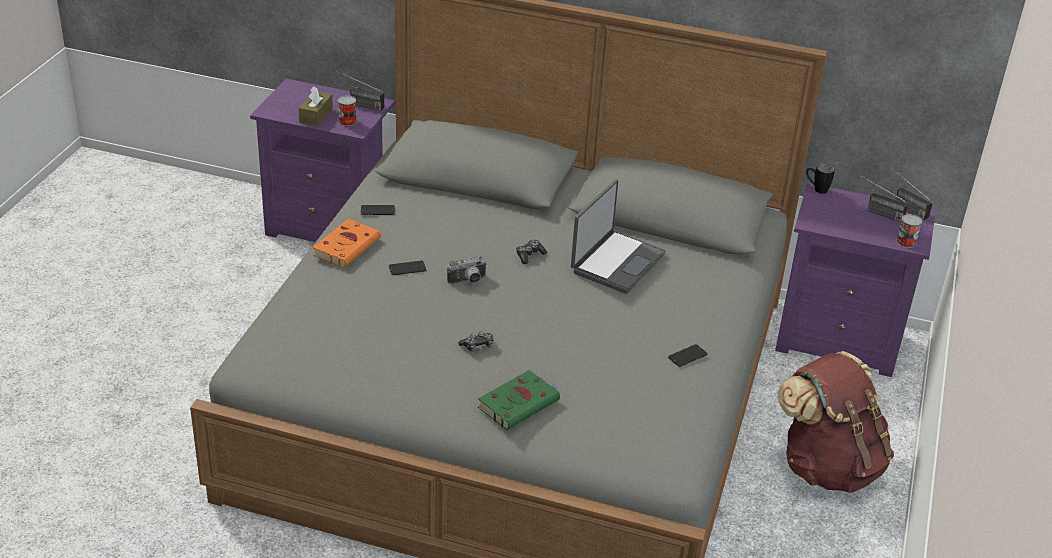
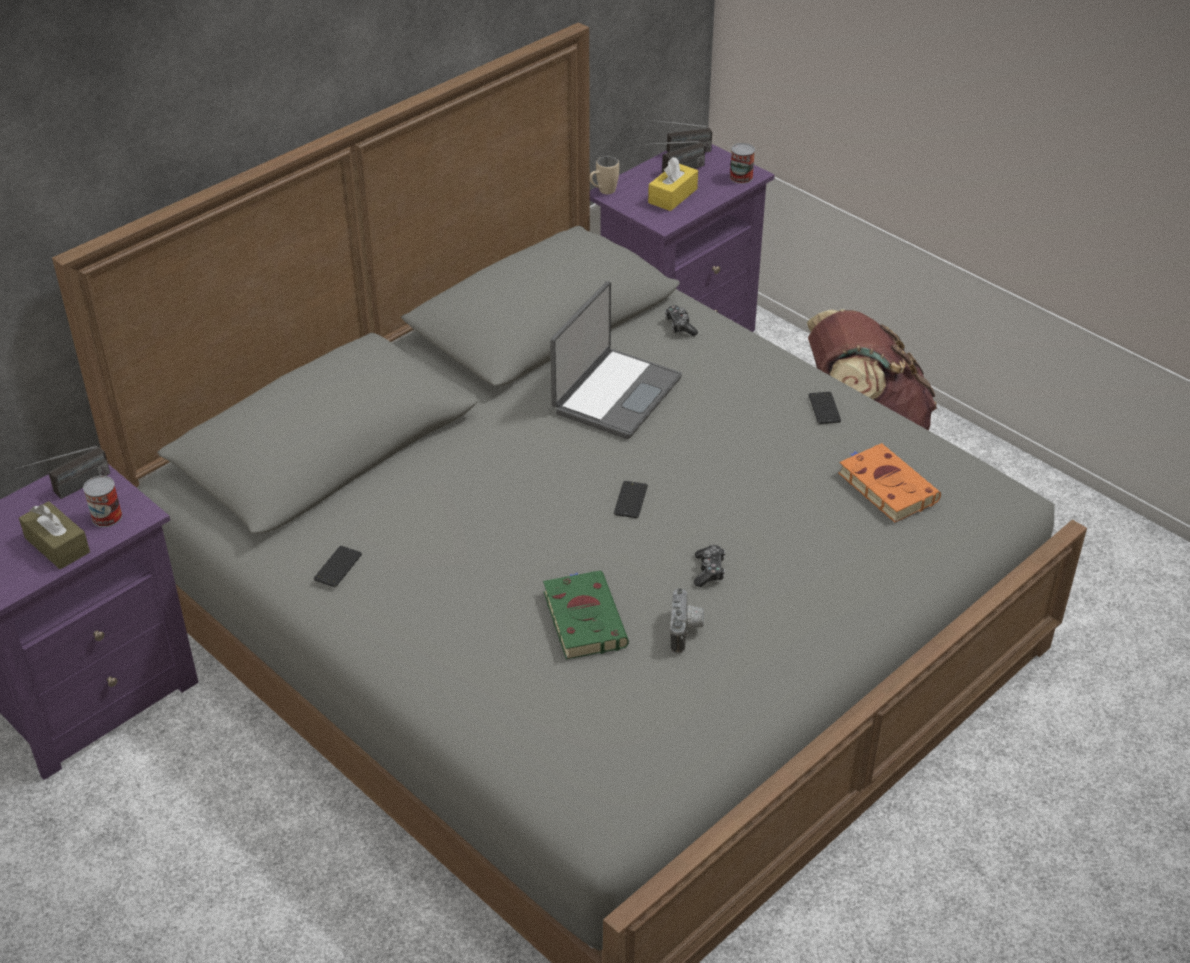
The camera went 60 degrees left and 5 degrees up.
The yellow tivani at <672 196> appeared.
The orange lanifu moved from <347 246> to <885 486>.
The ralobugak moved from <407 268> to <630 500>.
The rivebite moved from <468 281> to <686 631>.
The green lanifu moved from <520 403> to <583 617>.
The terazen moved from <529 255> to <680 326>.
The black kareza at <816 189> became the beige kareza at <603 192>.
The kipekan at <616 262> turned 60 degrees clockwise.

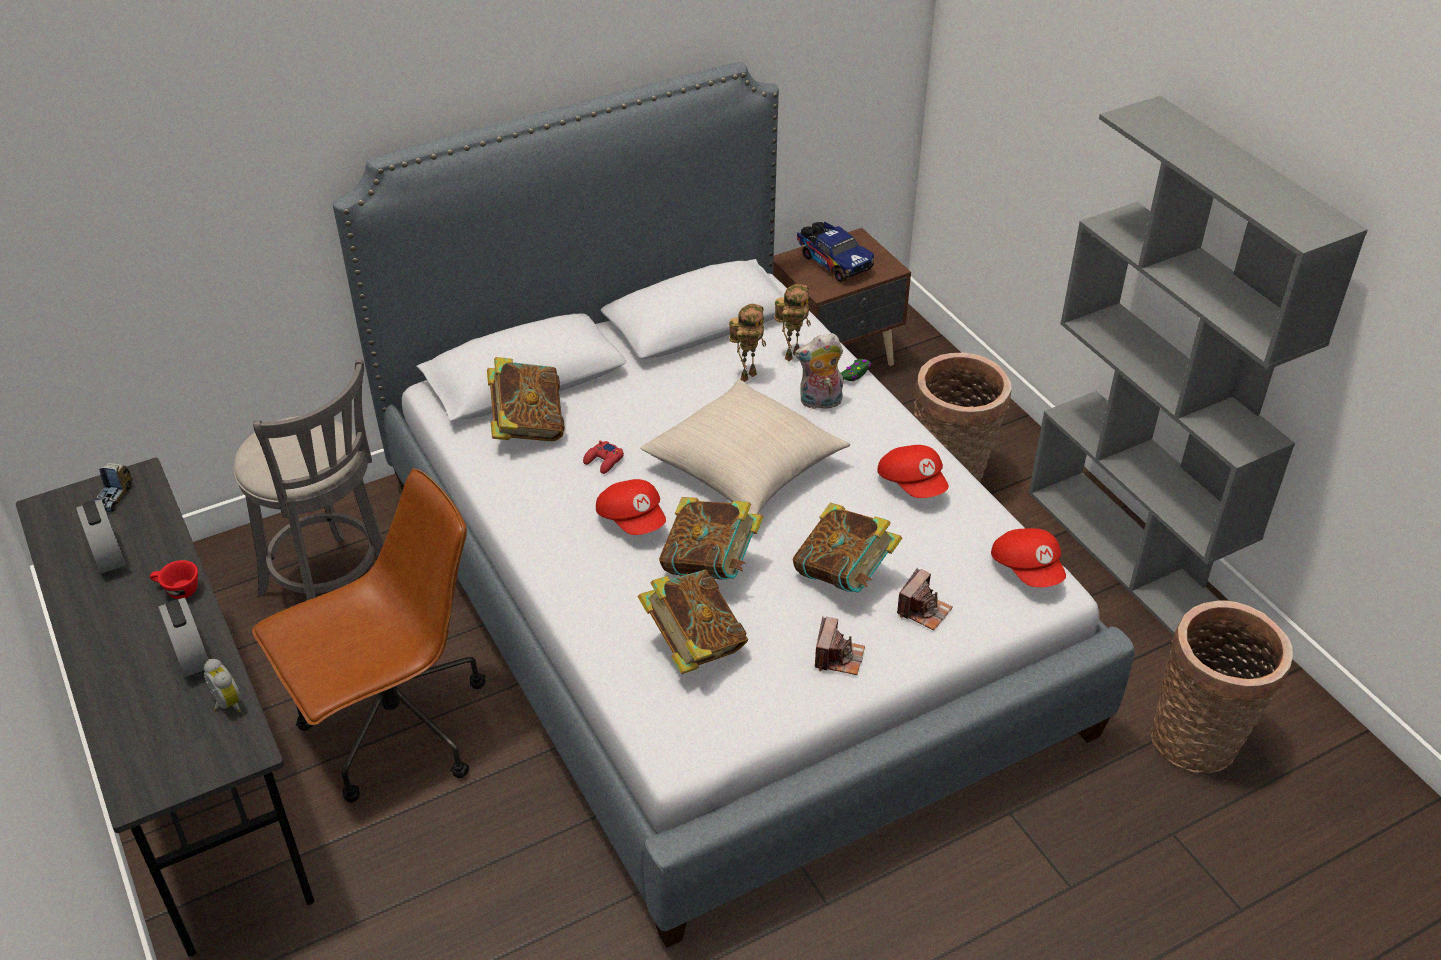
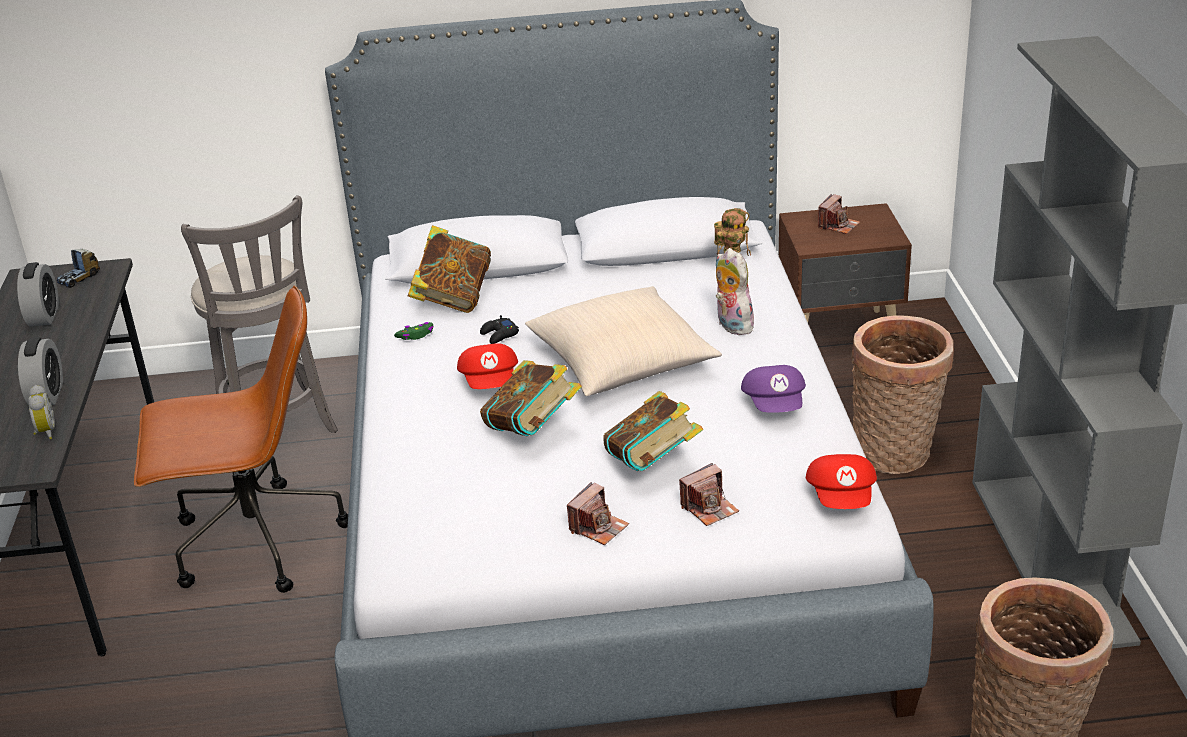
The camera went 25 degrees right and 10 degrees down.
The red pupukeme at <177 590> disappeared.
The lanifu at <693 645> disappeared.
The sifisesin at <747 375> disappeared.
The green terazen moved from <854 374> to <416 335>.
The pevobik at <833 261> was replaced by the rivebite at <838 225>.
The red terazen at <604 461> became the black terazen at <499 335>.
The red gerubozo at <913 484> became the purple gerubozo at <775 405>.
The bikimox at <820 402> turned 45 degrees clockwise.

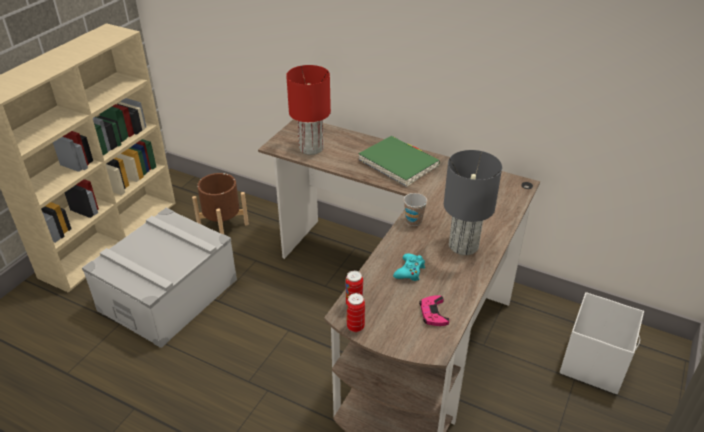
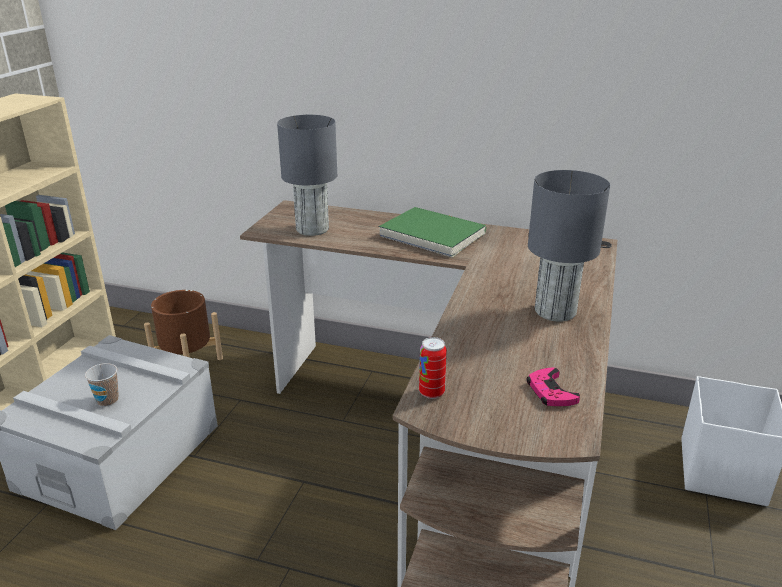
The camera went 10 degrees left and 10 degrees down.
The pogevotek at <355 327> disappeared.
The turquoise terazen at <410 271> disappeared.
The pupukeme moved from <413 221> to <107 400>.
The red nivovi at <311 148> became the grey nivovi at <312 229>.

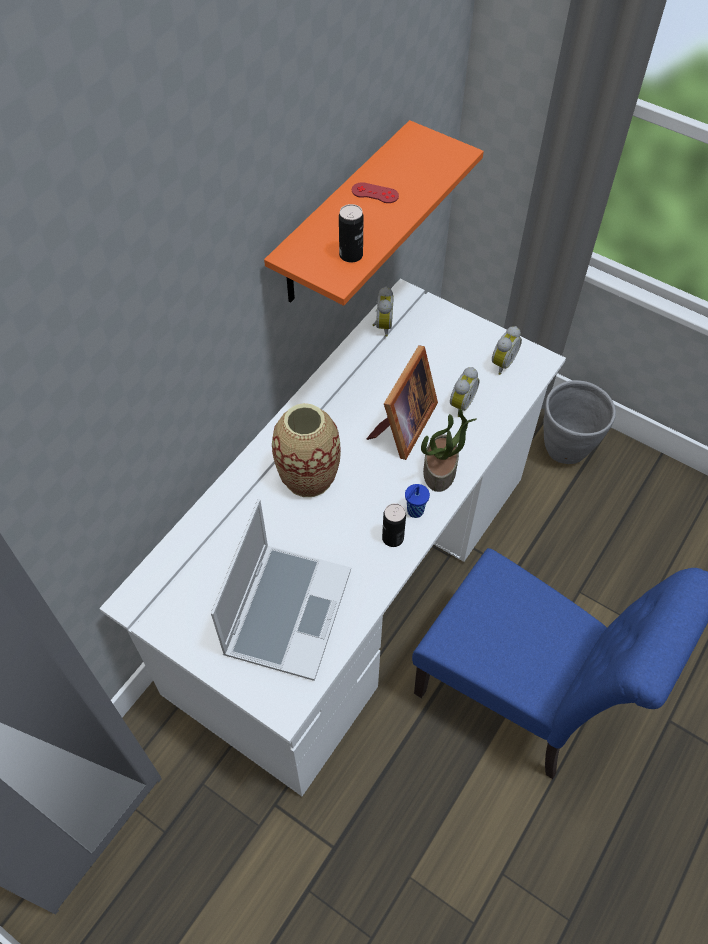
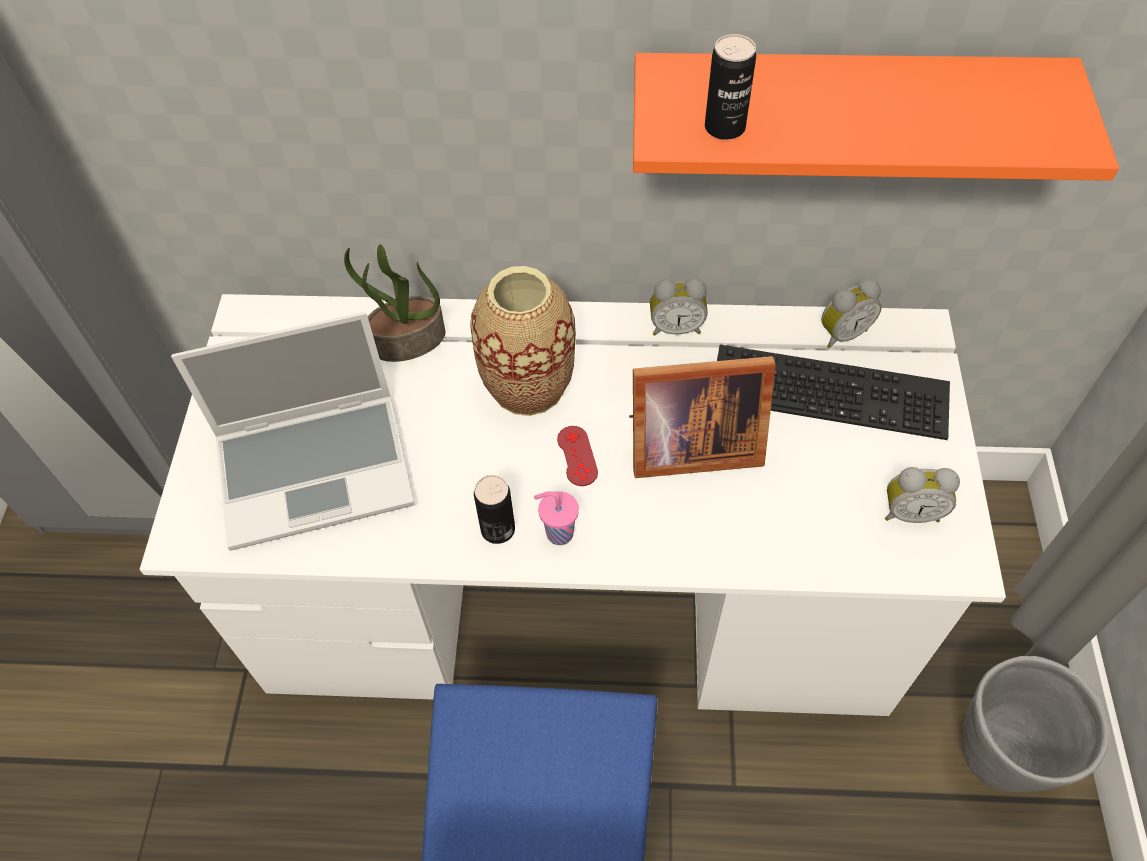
The camera went 60 degrees right and 0 degrees up.
The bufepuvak at <832 388> appeared.
The red terazen moved from <375 193> to <577 456>.
The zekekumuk moved from <440 471> to <407 342>.
The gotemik moved from <460 404> to <676 327>.
The blue pupukeme at <414 511> became the pink pupukeme at <558 533>.

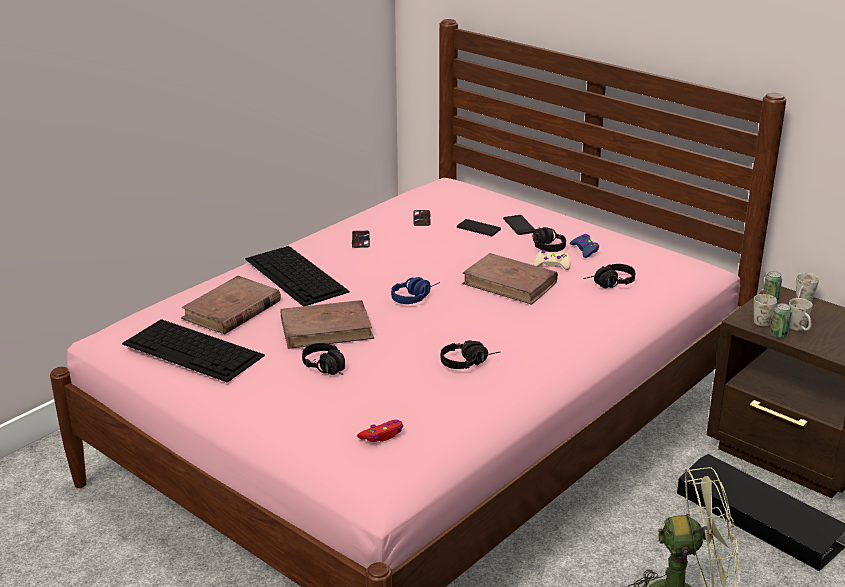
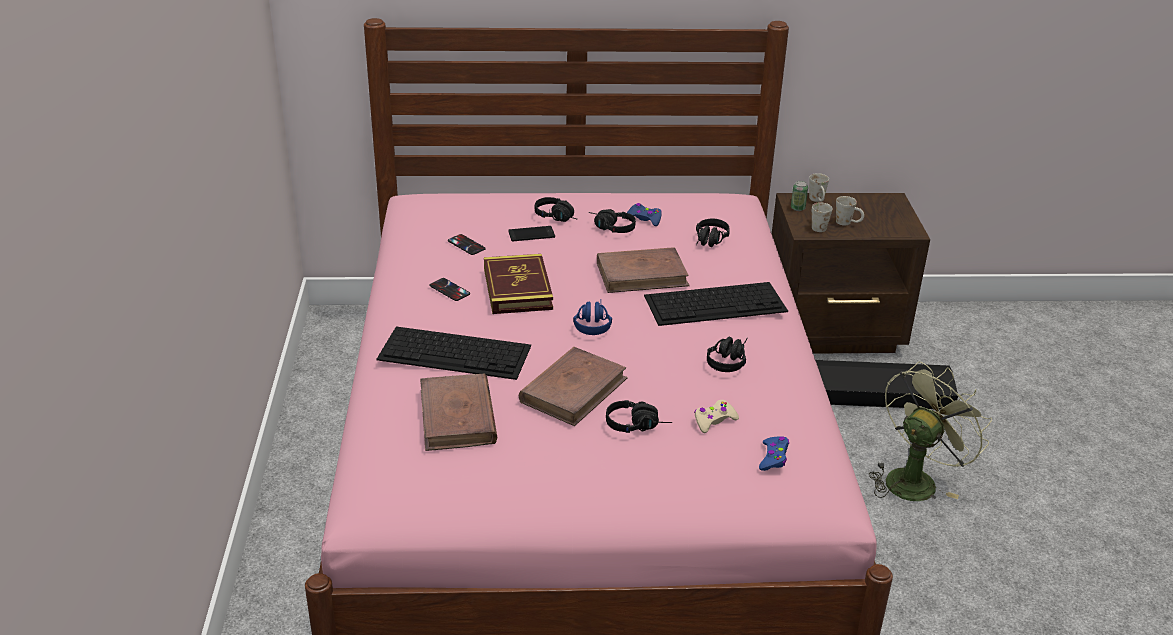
The camera went 45 degrees left and 5 degrees up.
The pogevotek at <779 334> disappeared.
The lanifu at <517 289> appeared.
The bufepuvak moved from <194 350> to <716 303>.
The beige terazen moved from <552 265> to <714 421>.
The ralobugak at <519 225> was replaced by the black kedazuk at <558 217>.
The red terazen at <382 435> became the blue terazen at <773 458>.

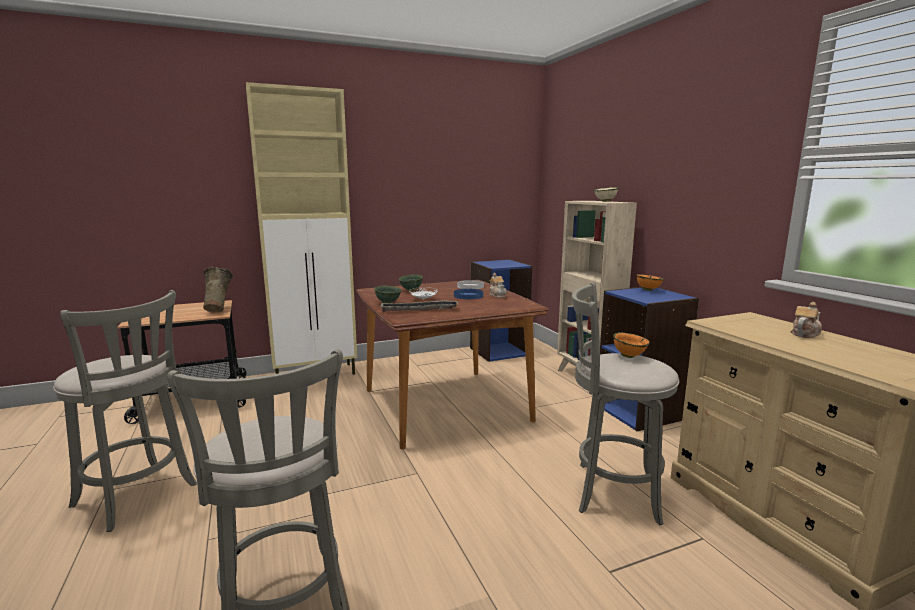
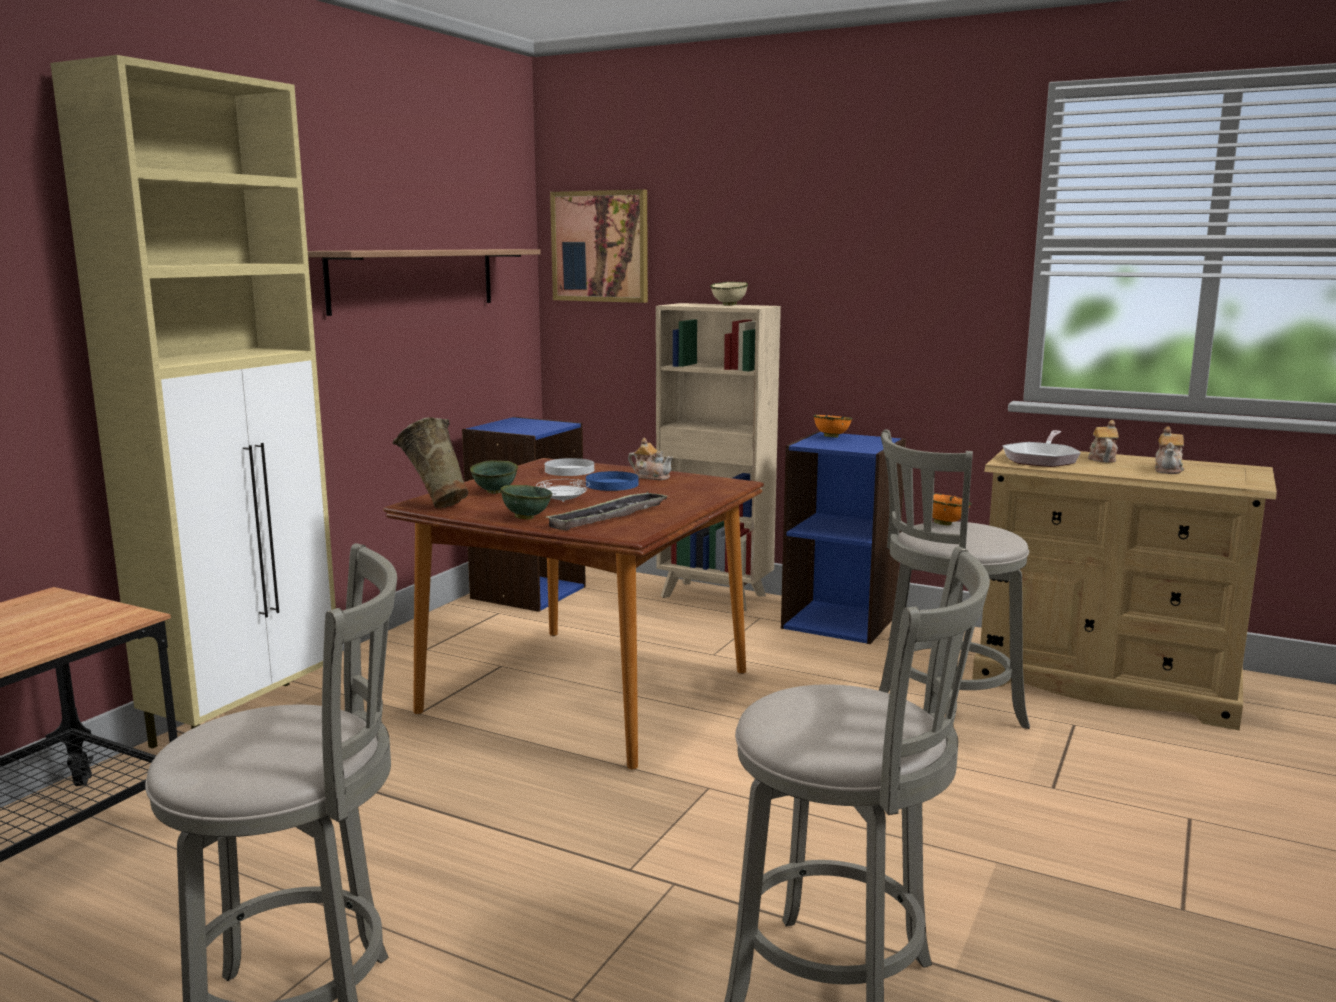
The camera went 40 degrees left and 0 degrees up.
The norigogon at <414 279> appeared.
The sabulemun at <600 246> appeared.
The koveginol at <1041 459> appeared.
The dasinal at <1168 470> appeared.
The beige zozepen moved from <219 310> to <434 505>.

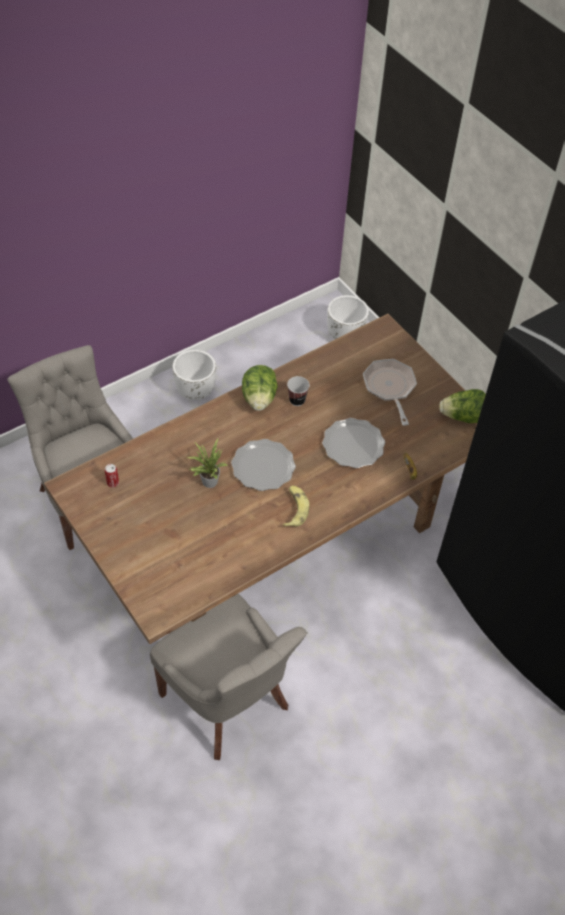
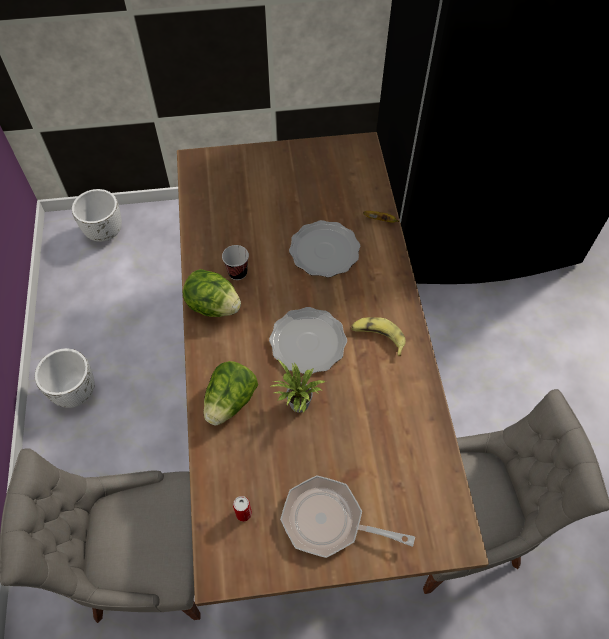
The camera went 60 degrees left and 5 degrees up.
The koveginol moved from <390 388> to <329 521>.
The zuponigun moved from <463 417> to <230 402>.

